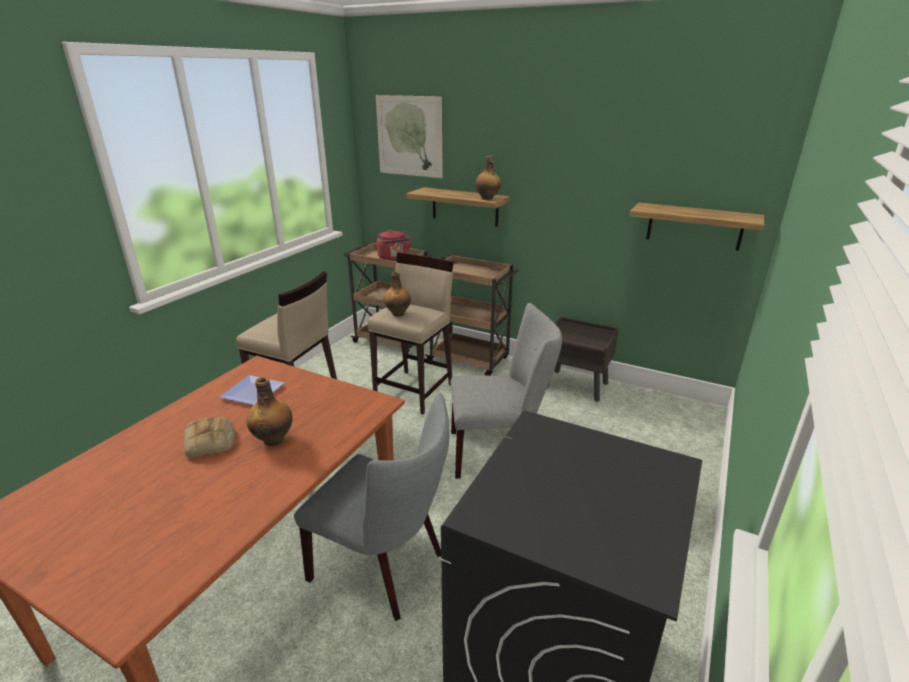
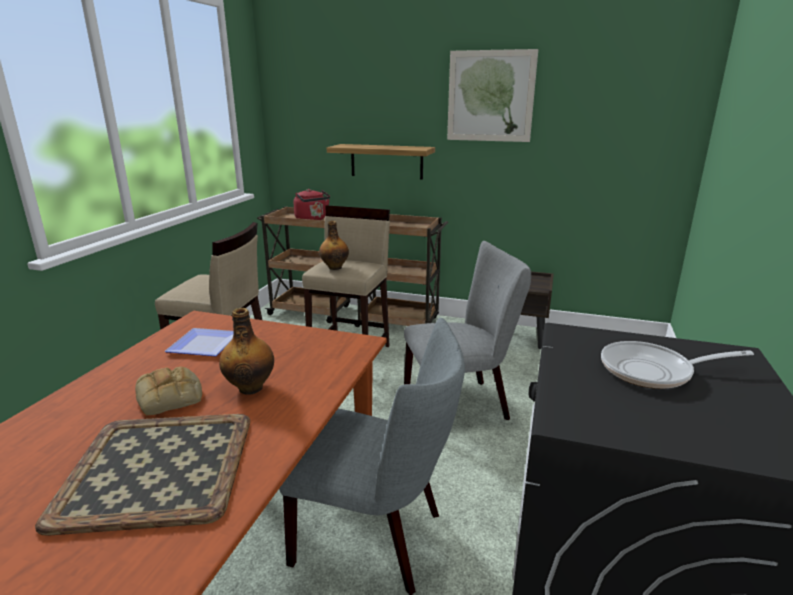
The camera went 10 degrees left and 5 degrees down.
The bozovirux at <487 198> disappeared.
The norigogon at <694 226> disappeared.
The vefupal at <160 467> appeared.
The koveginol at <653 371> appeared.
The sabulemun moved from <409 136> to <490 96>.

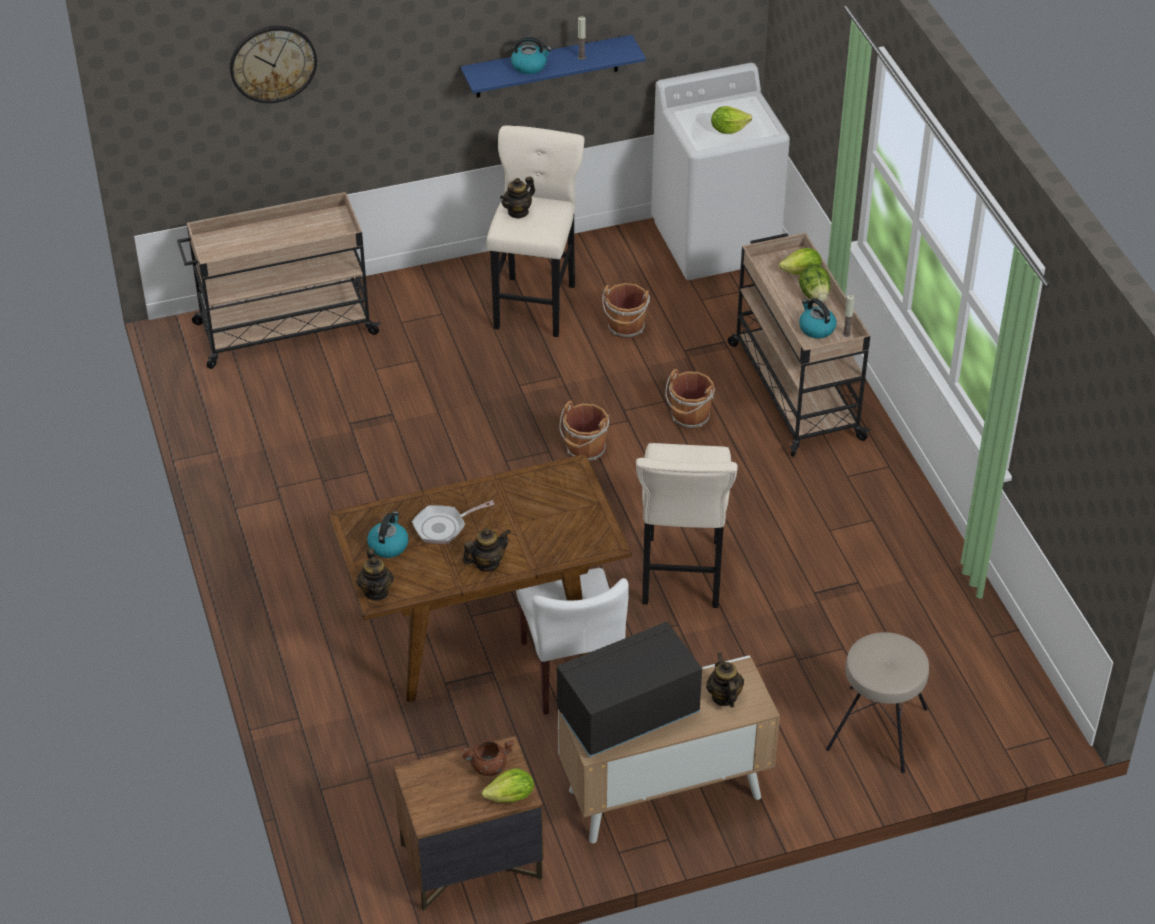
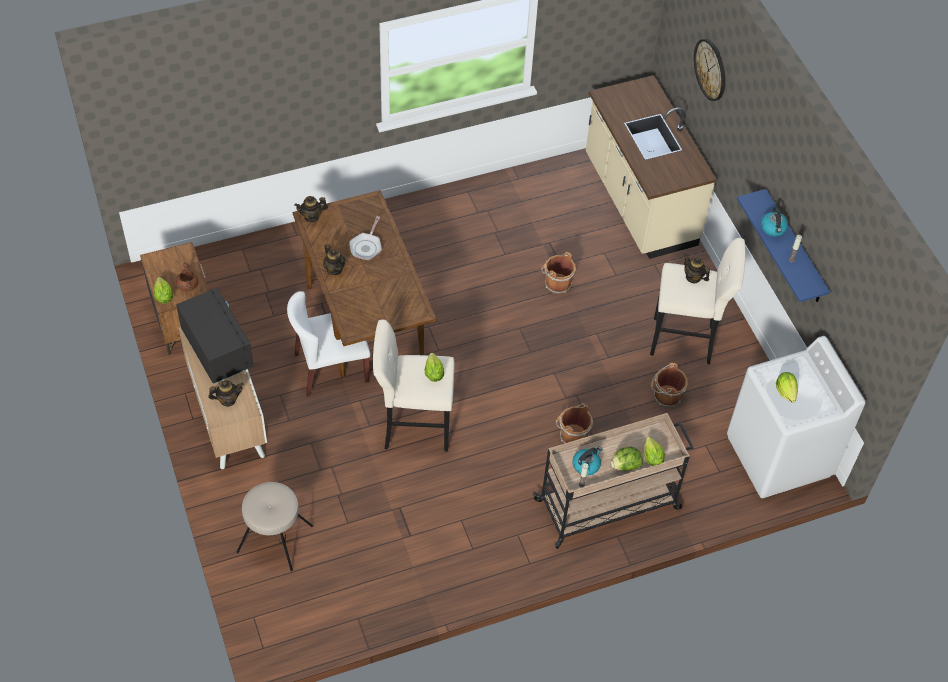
The camera went 85 degrees right and 10 degrees up.
The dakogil at <388 545> disappeared.
The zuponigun at <433 374> appeared.
The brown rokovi moved from <585 450> to <556 283>.
The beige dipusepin at <283 329> was replaced by the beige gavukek at <638 201>.
The koveginol at <443 527> turned 135 degrees counterclockwise.

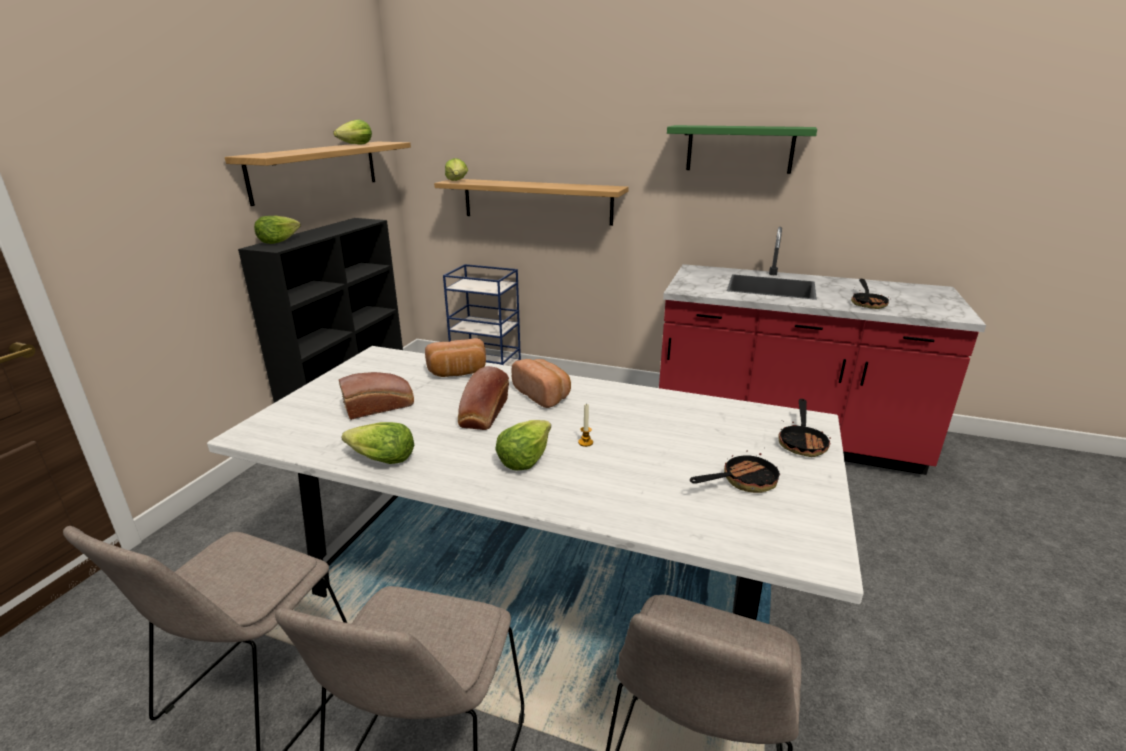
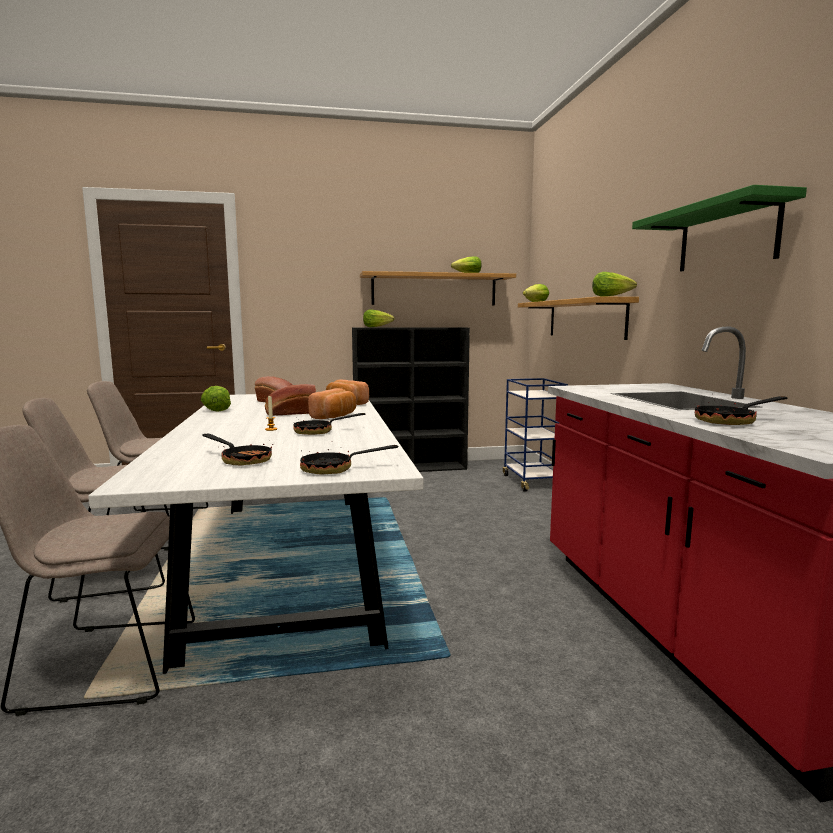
The camera went 60 degrees right and 15 degrees down.
The koveginol at <319 431> appeared.
The zuponigun moved from <524 458> to <611 296>.

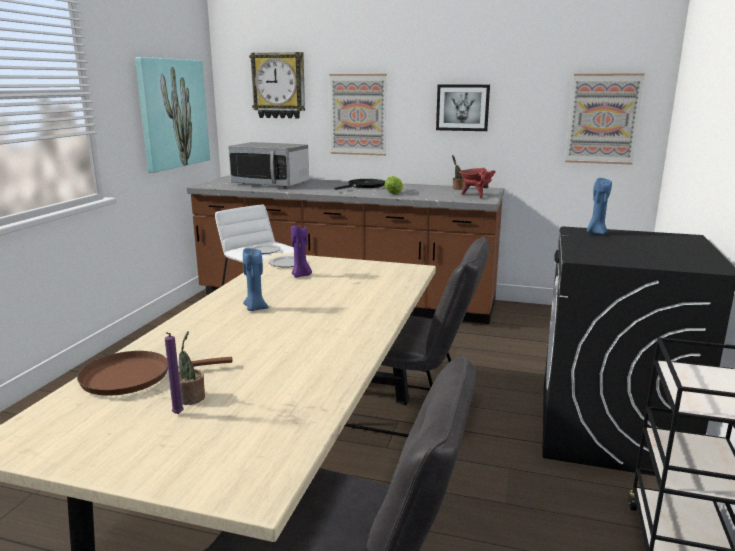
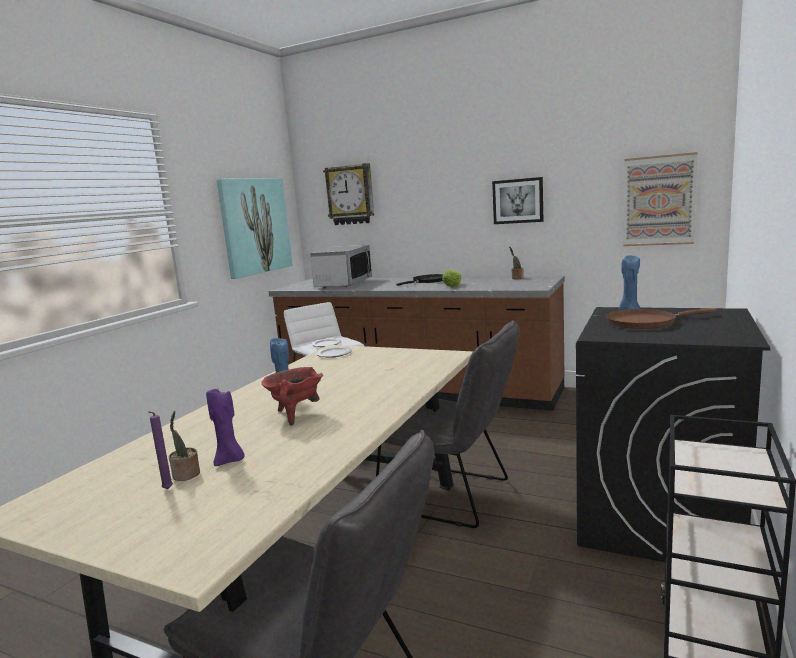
The camera went 10 degrees right and 5 degrees down.
The sabulemun at <358 114> disappeared.
The brown koveginol moved from <133 377> to <645 322>.
The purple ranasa moved from <301 275> to <230 460>.
The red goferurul moved from <476 195> to <296 415>.
The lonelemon at <270 183> turned 105 degrees counterclockwise.

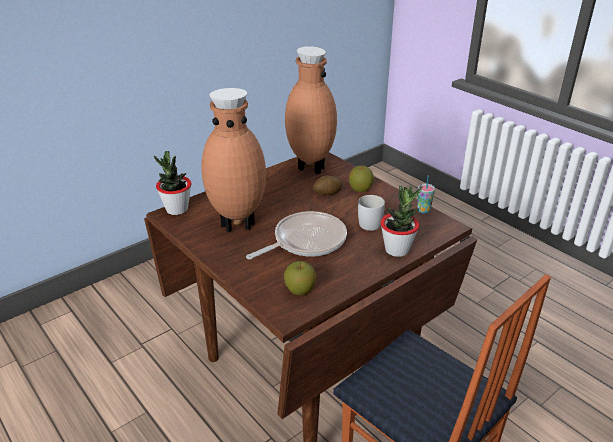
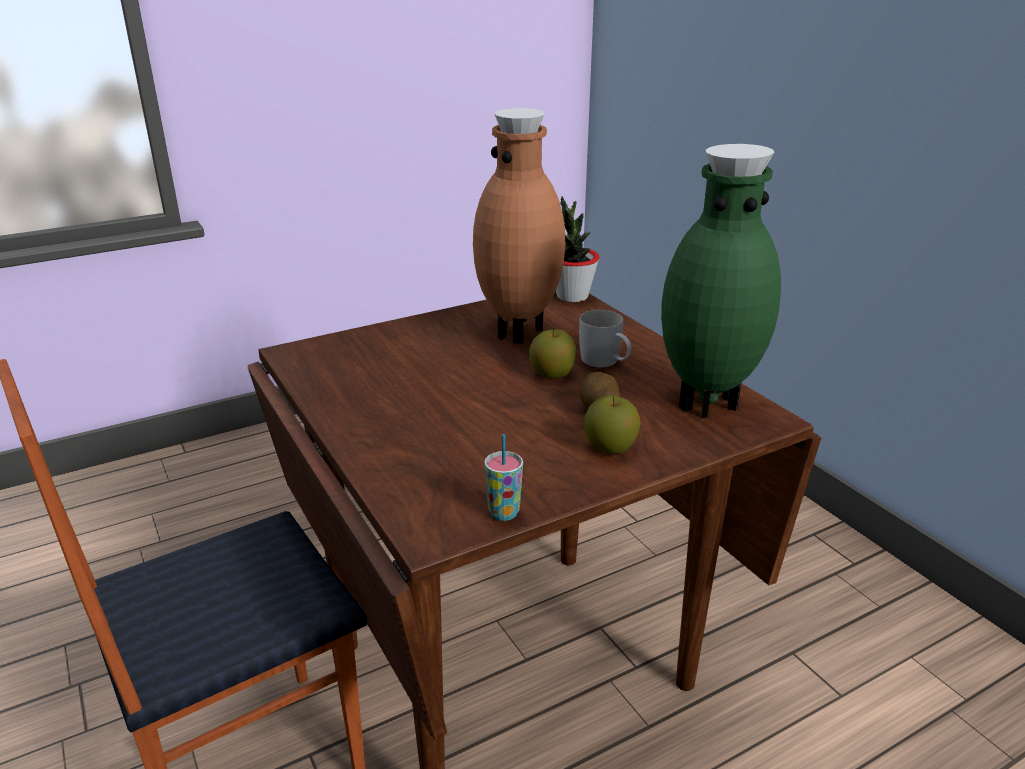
The camera went 100 degrees right and 5 degrees down.
The koveginol at <306 241> disappeared.
The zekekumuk at <397 250> disappeared.
The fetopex moved from <300 290> to <552 375>.
The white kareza moved from <372 222> to <605 362>.
The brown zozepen at <309 168> became the green zozepen at <706 402>.

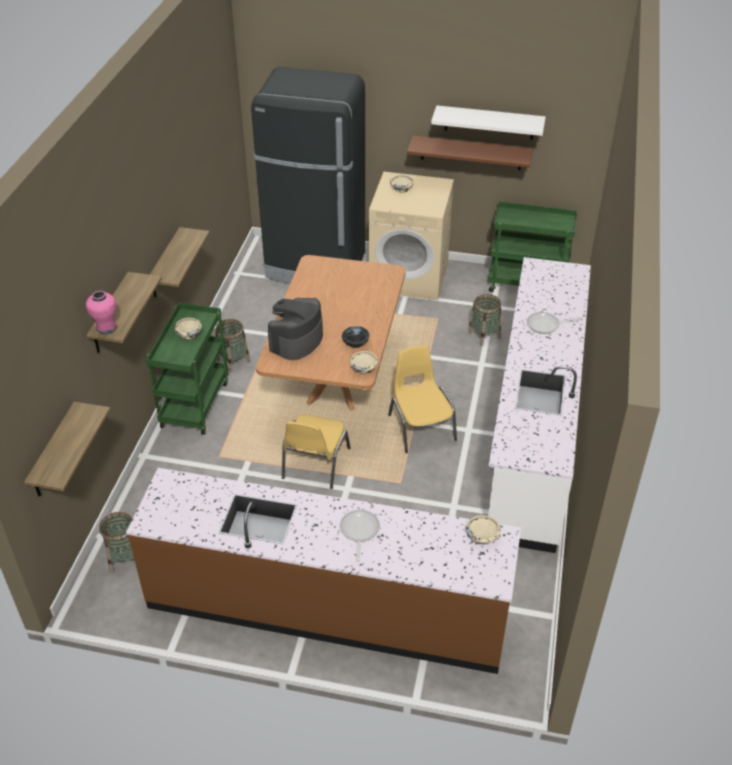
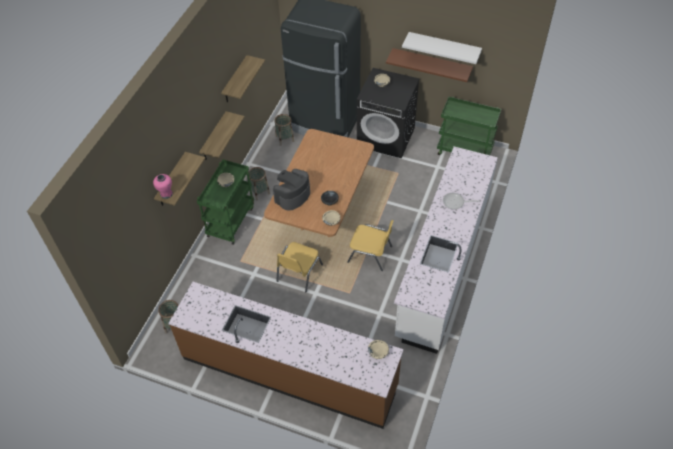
The camera went 10 degrees right and 10 degrees up.
The koveginol at <359 532> disappeared.
The norigogon moved from <53 452> to <235 80>.
The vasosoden moved from <484 335> to <284 138>.
The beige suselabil at <409 276> became the black suselabil at <386 137>.
The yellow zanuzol at <421 427> turned 120 degrees clockwise.

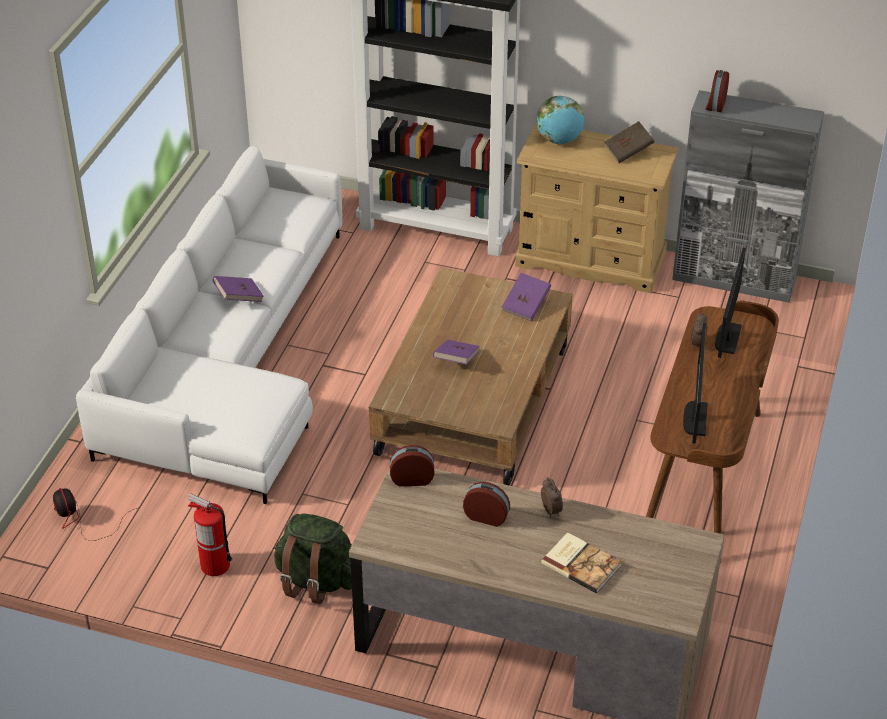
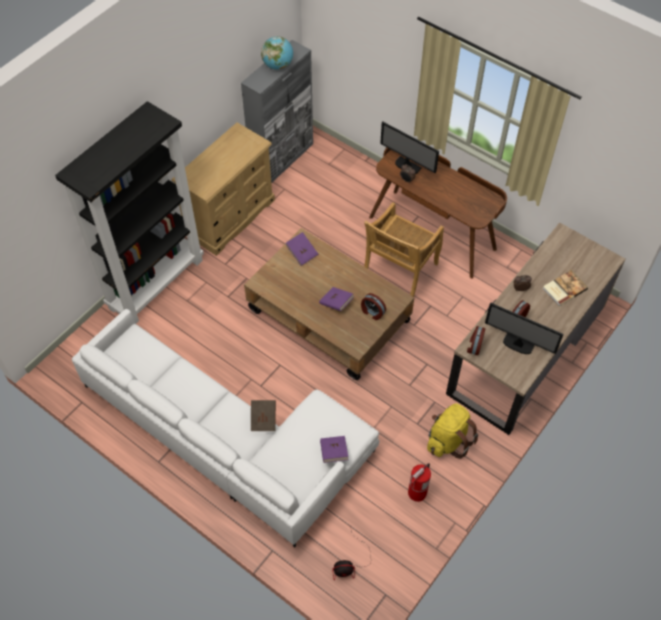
The camera went 70 degrees left and 15 degrees up.
The beige zanuzol at <399 271> appeared.
The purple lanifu moved from <239 297> to <334 452>.
The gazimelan moved from <559 140> to <278 65>.
The brown lanifu moved from <628 152> to <263 419>.
The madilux moved from <694 418> to <517 345>.
The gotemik moved from <715 104> to <372 312>.
The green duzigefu at <317 581> became the yellow duzigefu at <448 440>.

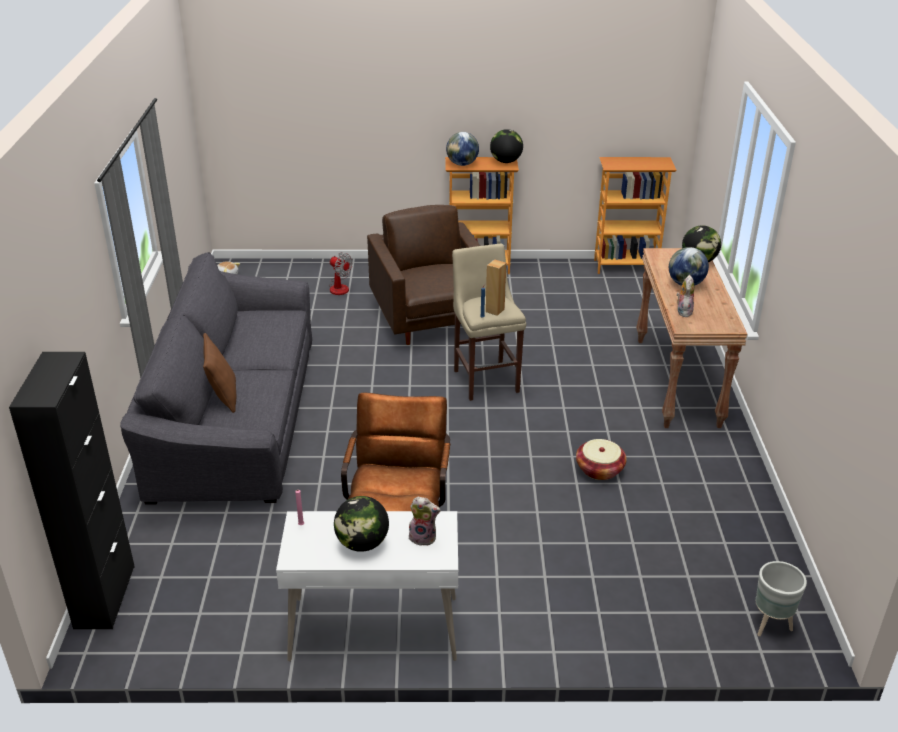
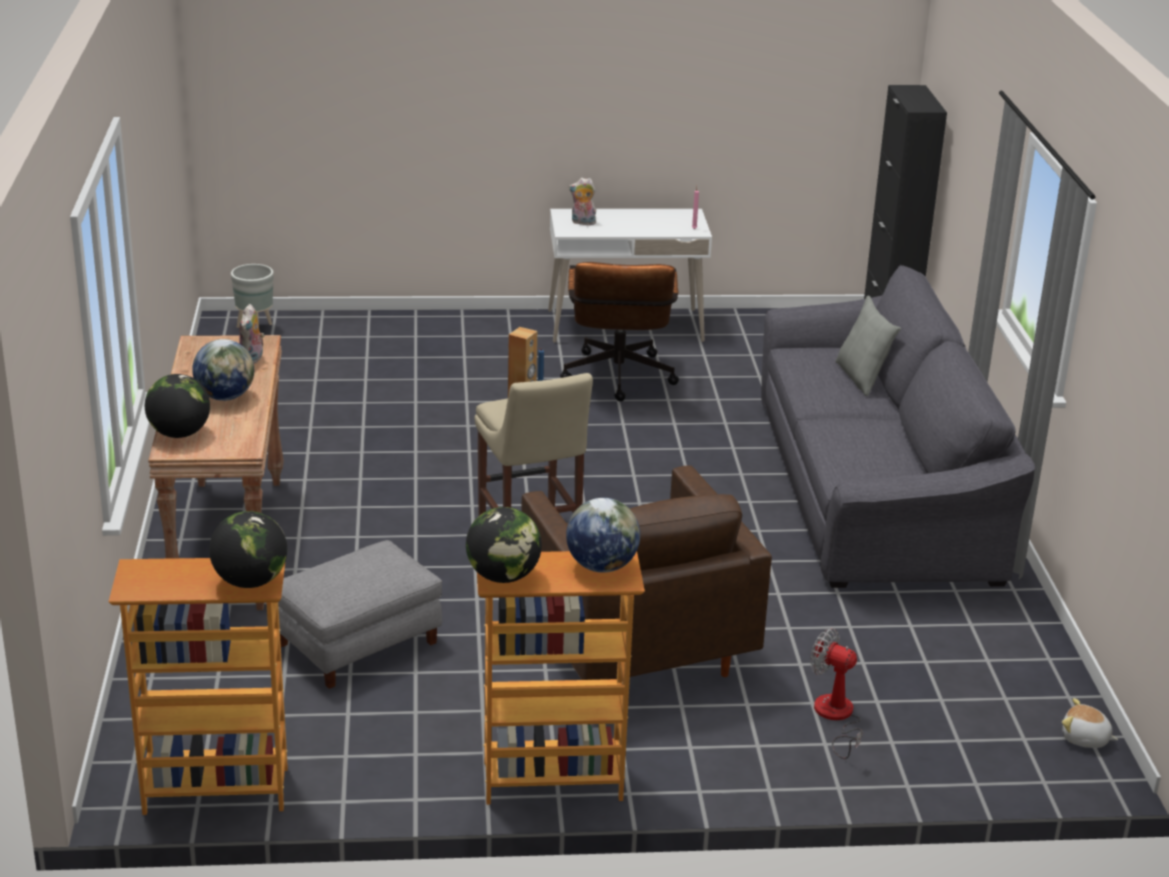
The camera went 175 degrees right and 5 degrees down.
The vasosoden at <599 469> disappeared.
The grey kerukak at <358 644> appeared.
The gazimelan moved from <362 543> to <250 581>.
The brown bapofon at <223 396> became the grey bapofon at <862 378>.

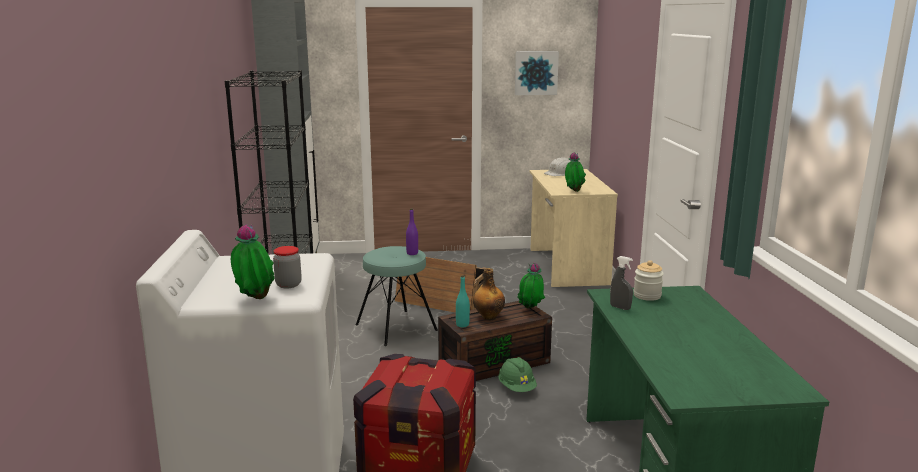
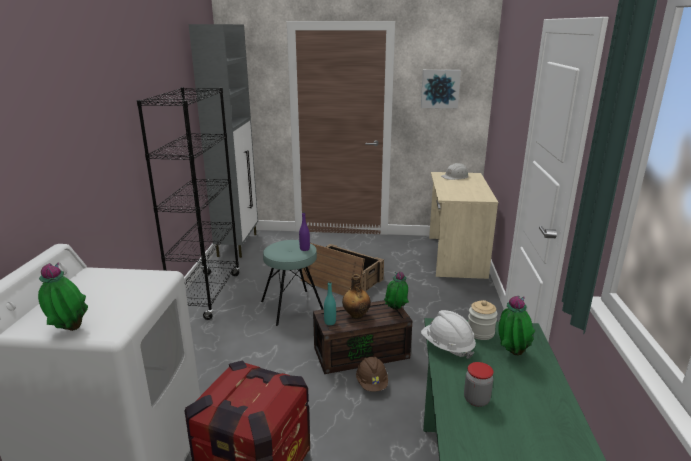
The camera went 10 degrees right and 5 degrees up.
The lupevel moved from <288 285> to <476 400>.
The zekekumuk moved from <573 191> to <511 353>.
The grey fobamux at <620 307> was replaced by the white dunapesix at <447 347>.
The green dunapesix at <517 388> became the brown dunapesix at <372 383>.

